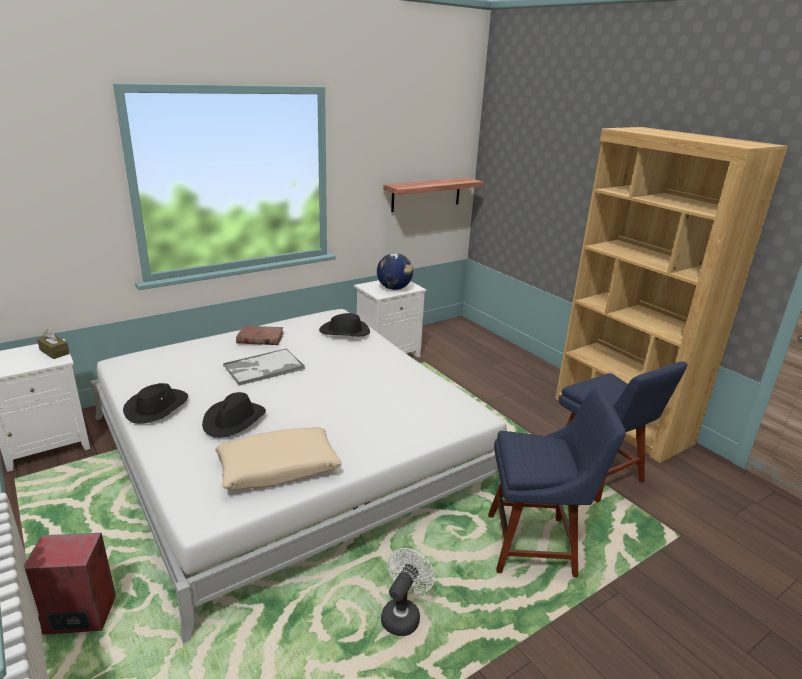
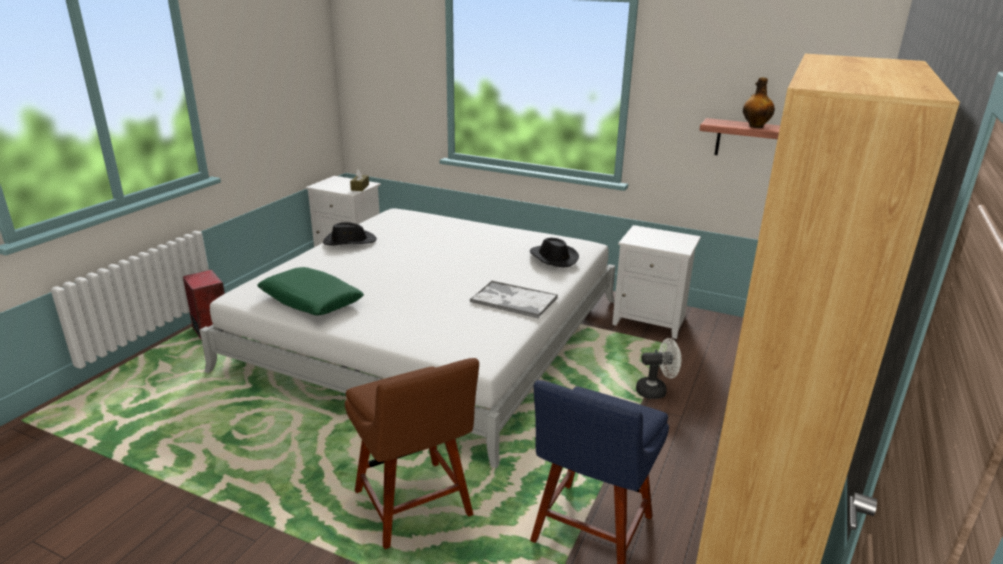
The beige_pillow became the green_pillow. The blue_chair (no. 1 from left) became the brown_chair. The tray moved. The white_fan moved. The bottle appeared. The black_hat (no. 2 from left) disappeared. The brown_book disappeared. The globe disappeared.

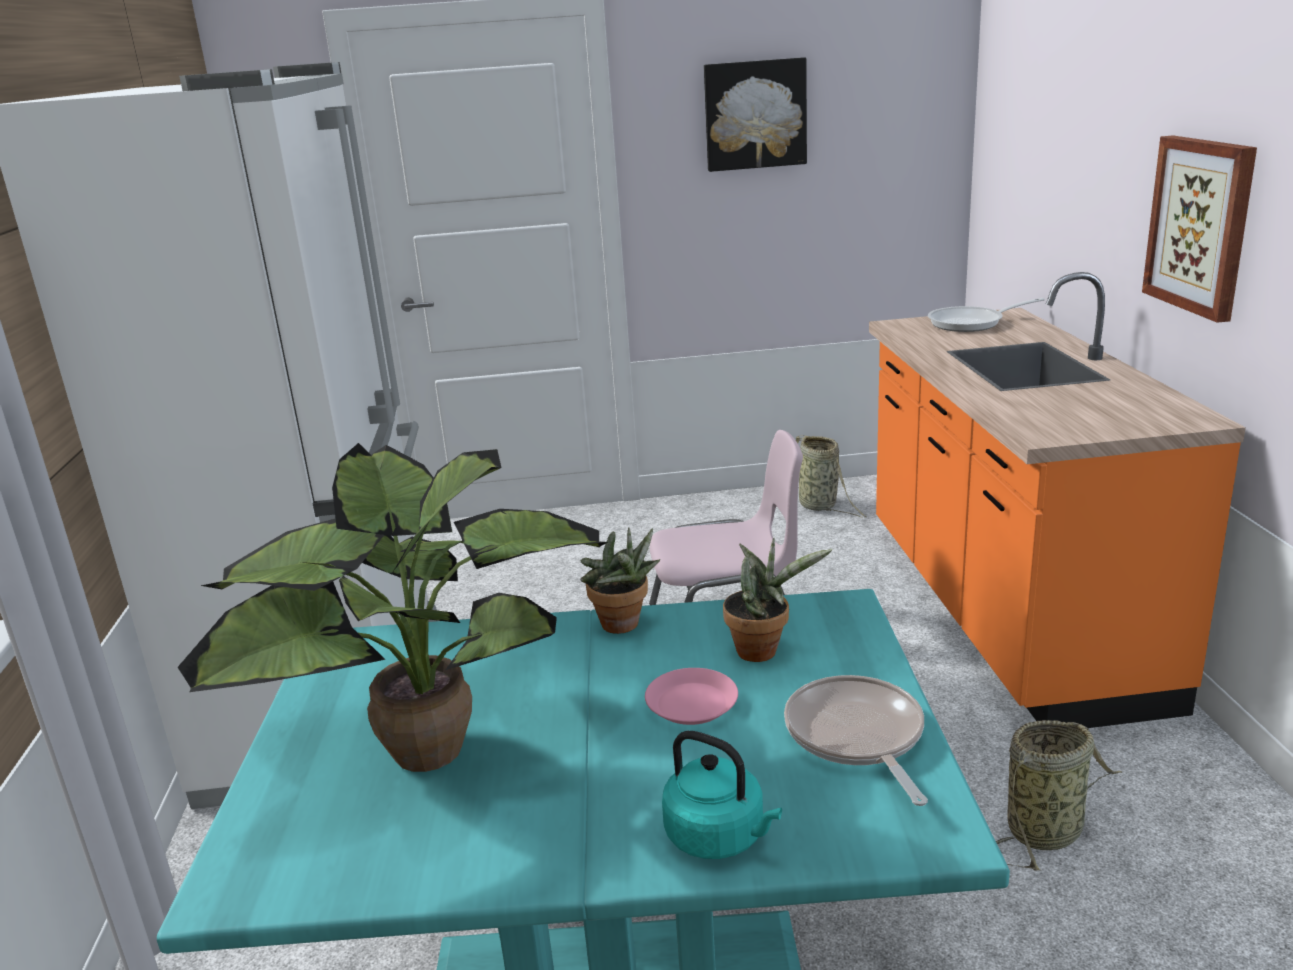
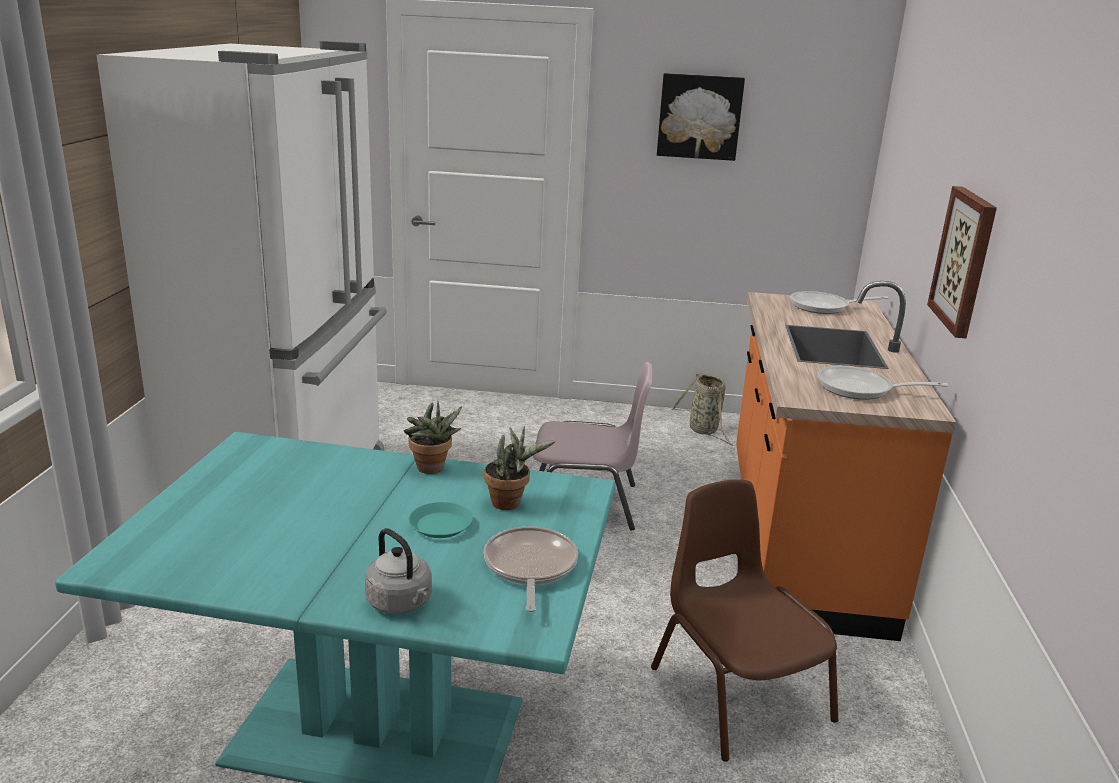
The turquoise_kettle became the grey_kettle. The pink_plate became the turquoise_plate. The basket (no. 2 from left) was replaced by the brown_chair. The frying_pan (no. 3 from left) appeared. The potted_plant (no. 1 from left) disappeared.

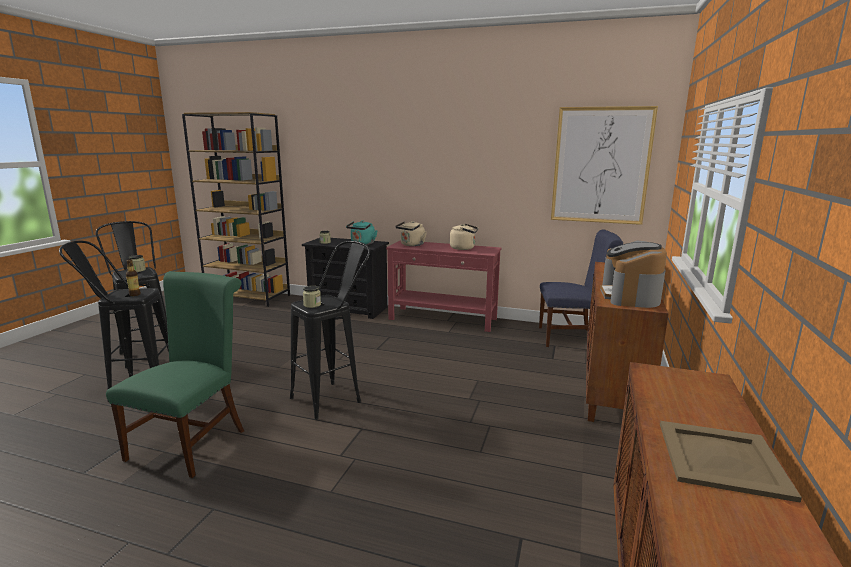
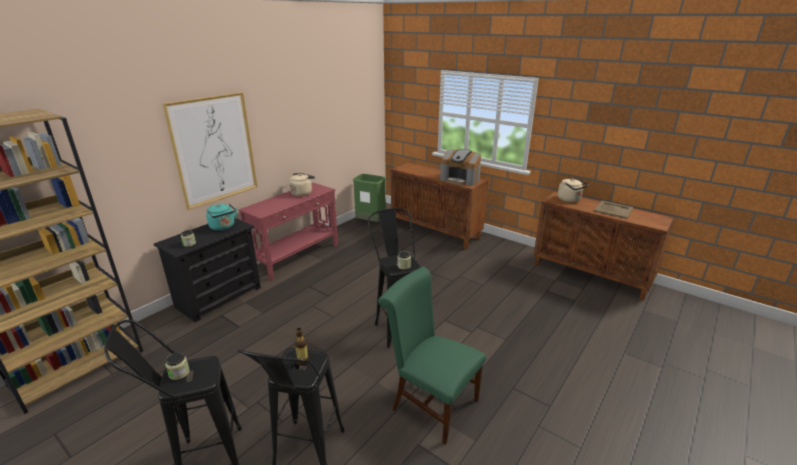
The picture moved. The blue_chair was replaced by the green_trash_can. The beige_kettle (no. 1 from left in the first image) moved.

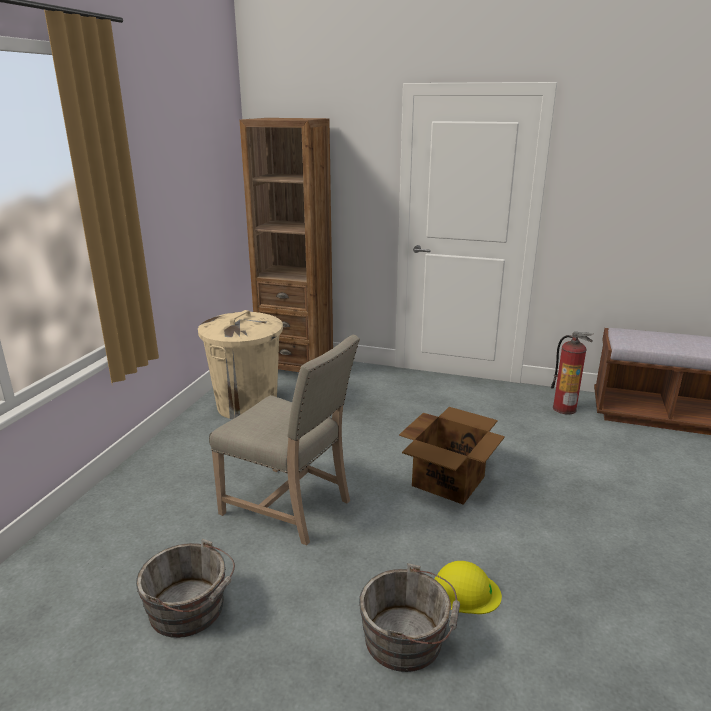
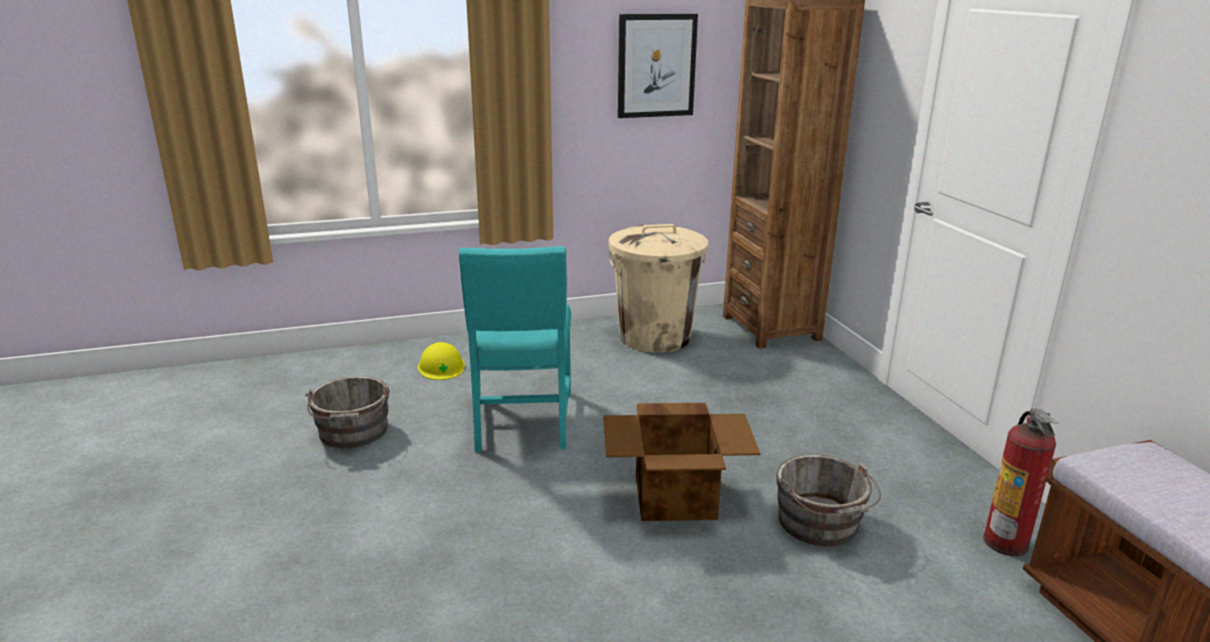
The yellow_hard_hat moved. The beige_chair became the turquoise_chair. The picture appeared. The grey_bucket (no. 2 from left) moved.

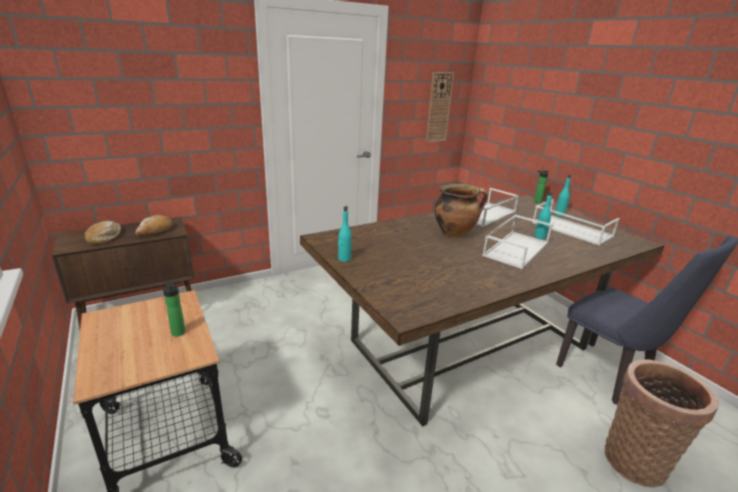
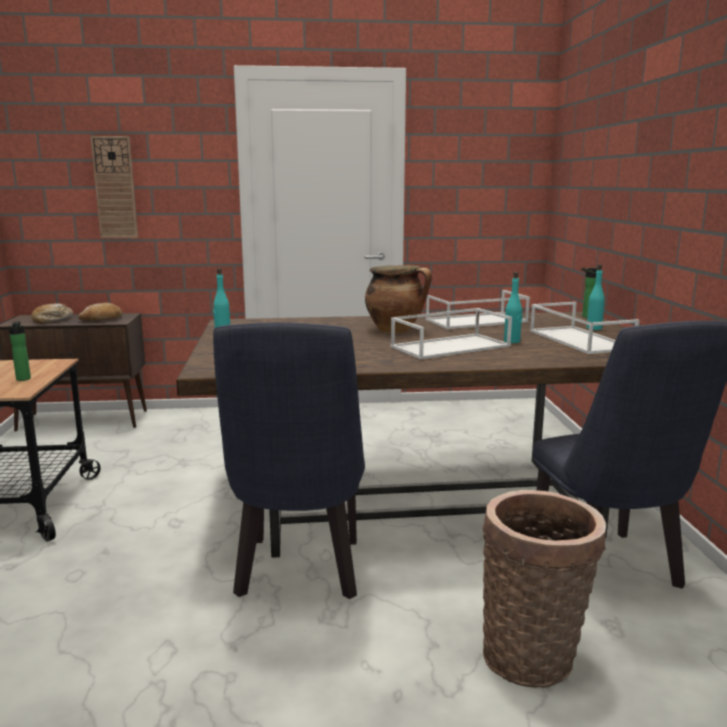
The wall_clock moved. The blue_chair (no. 1 from left) appeared.

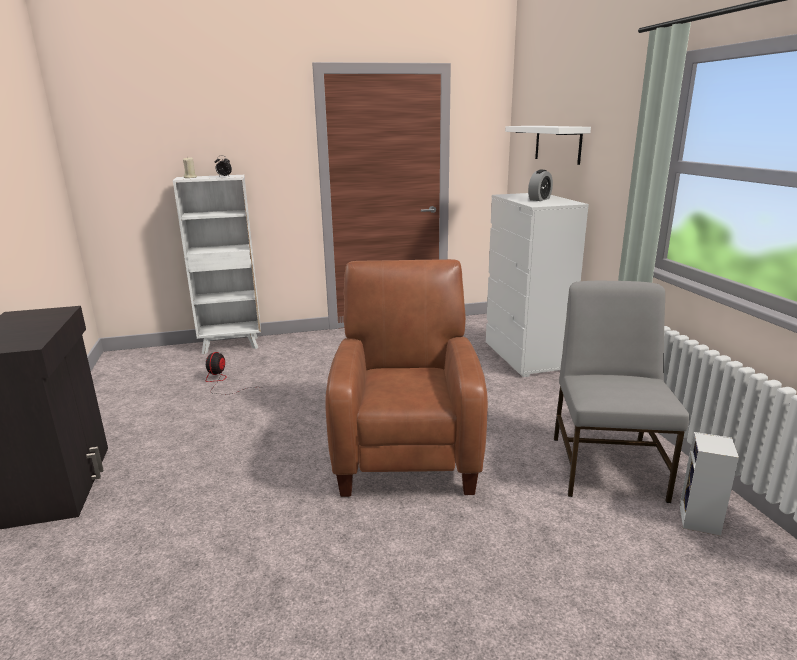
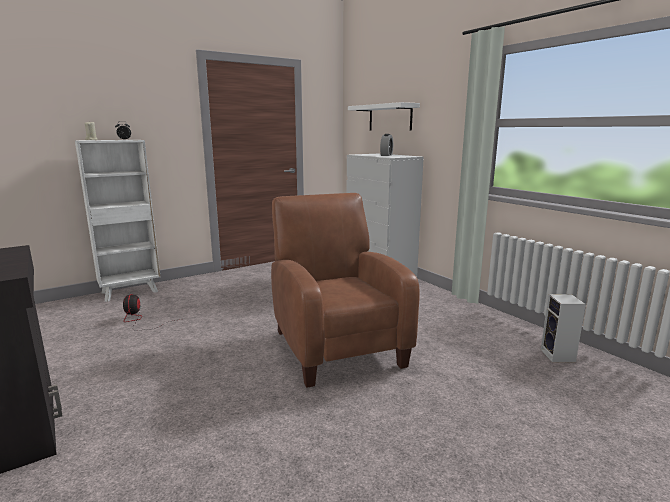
The grey_chair disappeared.

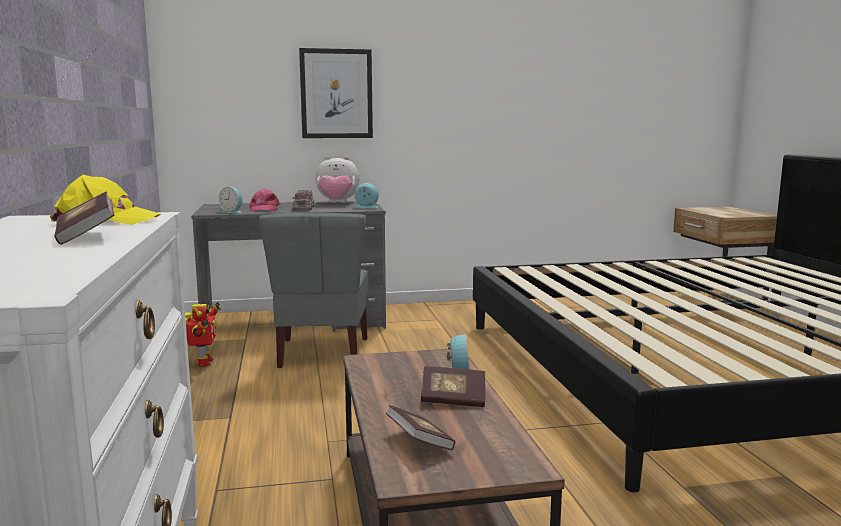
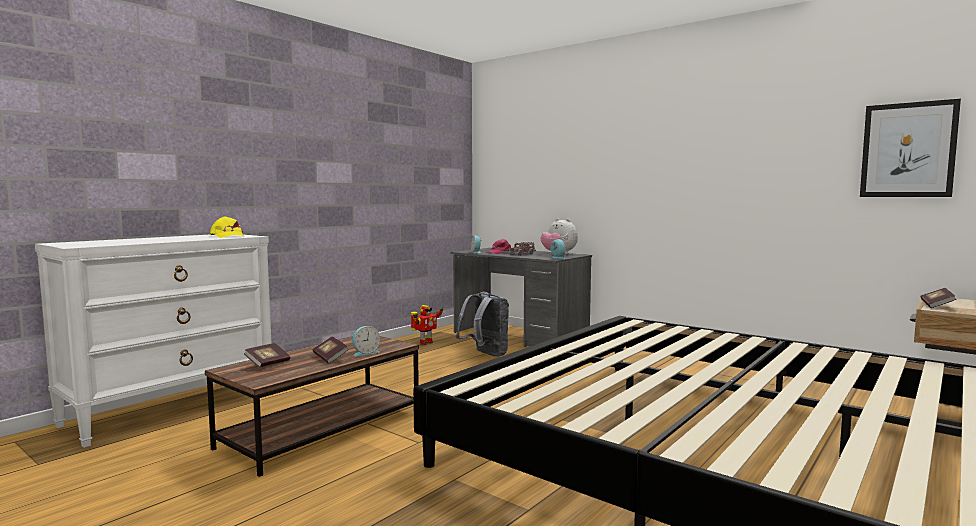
The grey_chair was replaced by the grey_backpack. The picture moved. The book (no. 1 from left in the first image) moved.

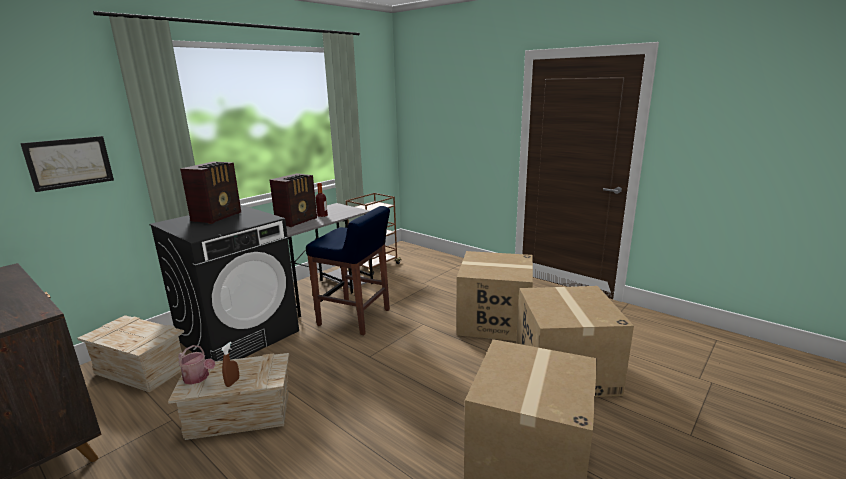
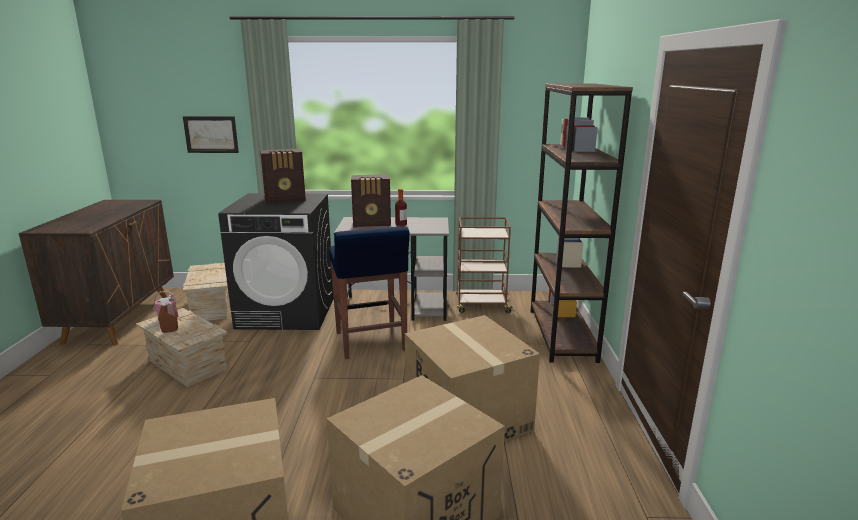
The brown_bookcase appeared.

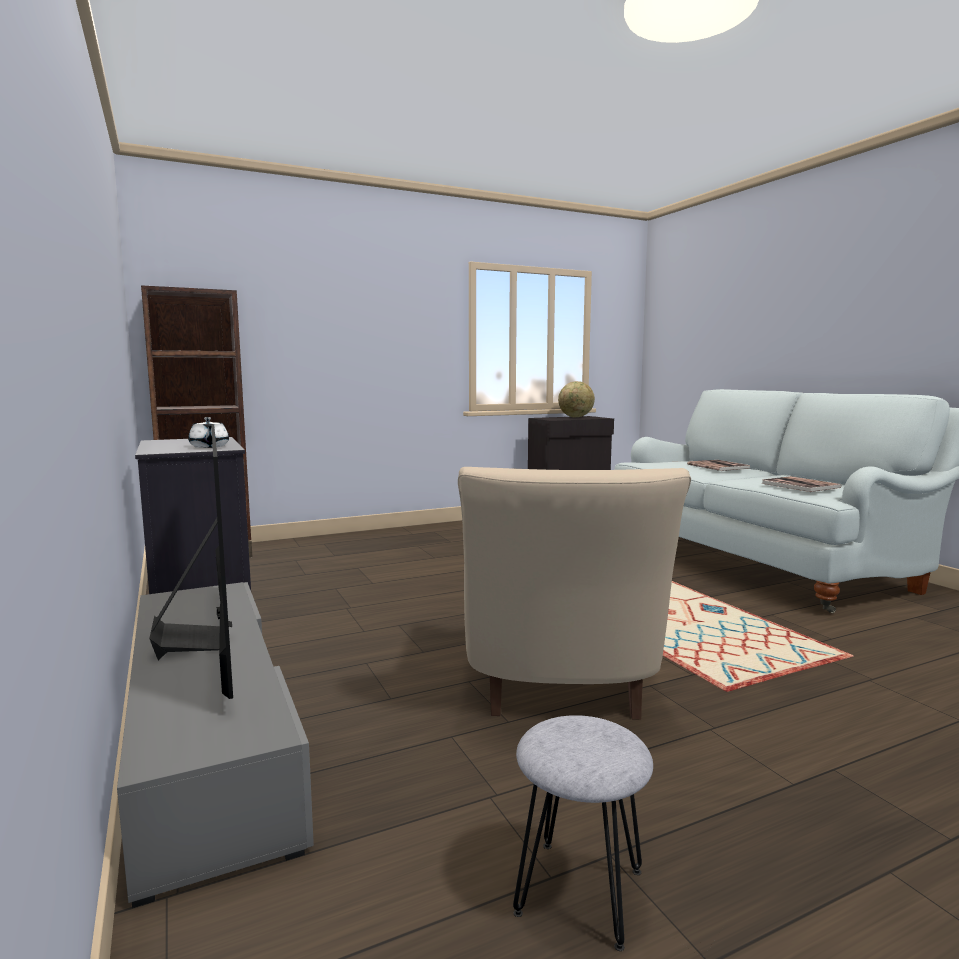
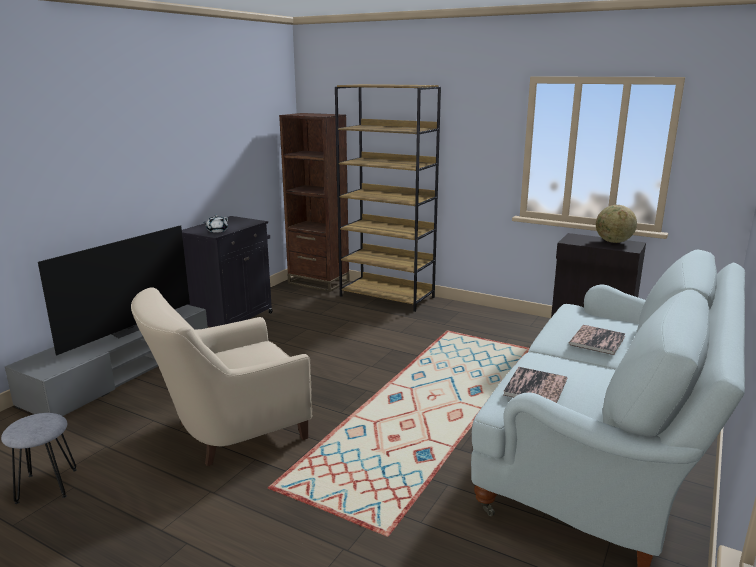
The brown_bookcase (no. 2 from left) appeared.

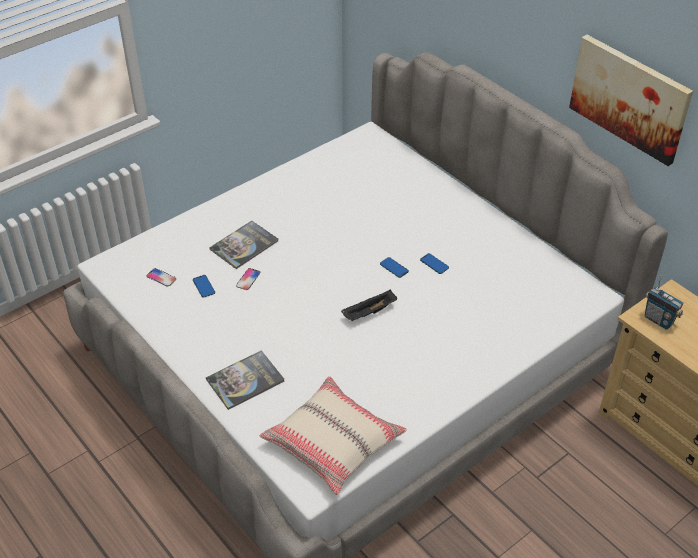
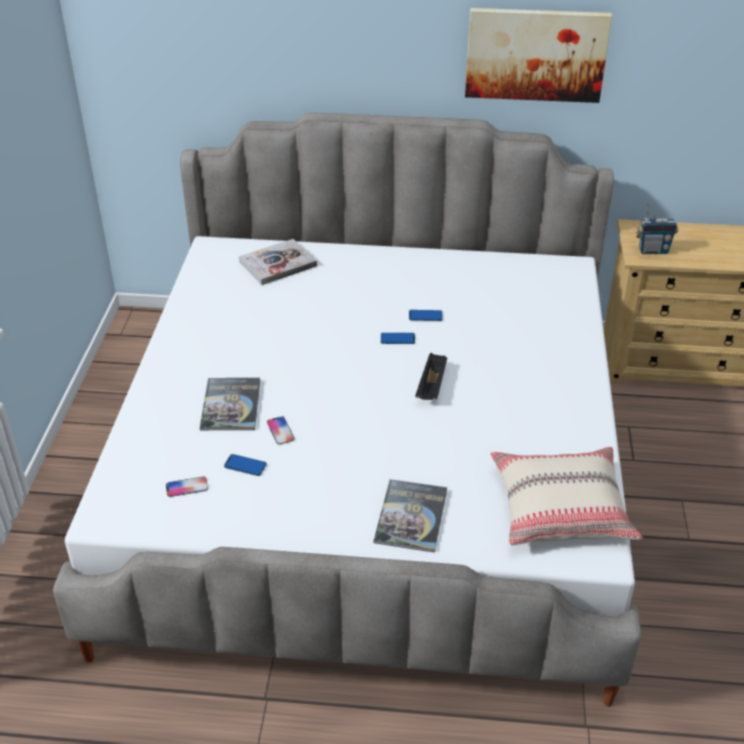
The book (no. 2 from left) appeared.

